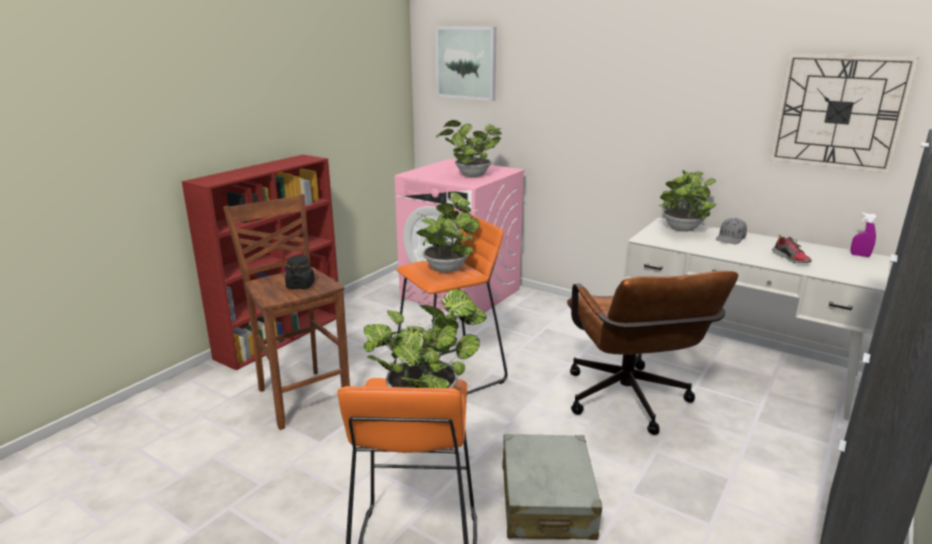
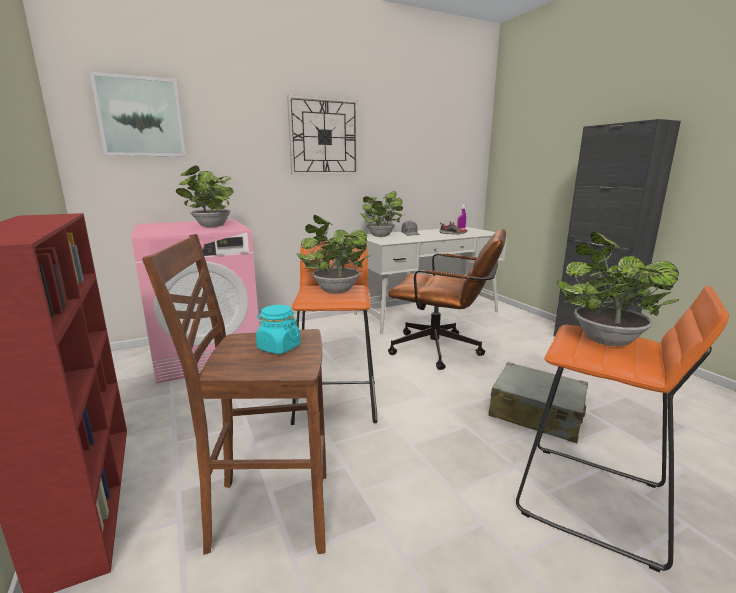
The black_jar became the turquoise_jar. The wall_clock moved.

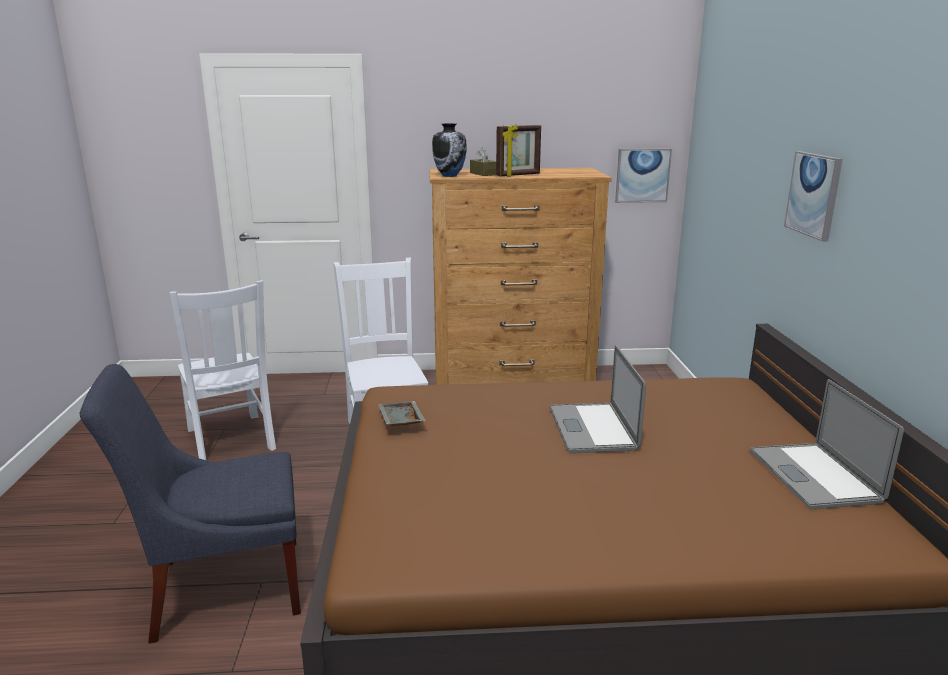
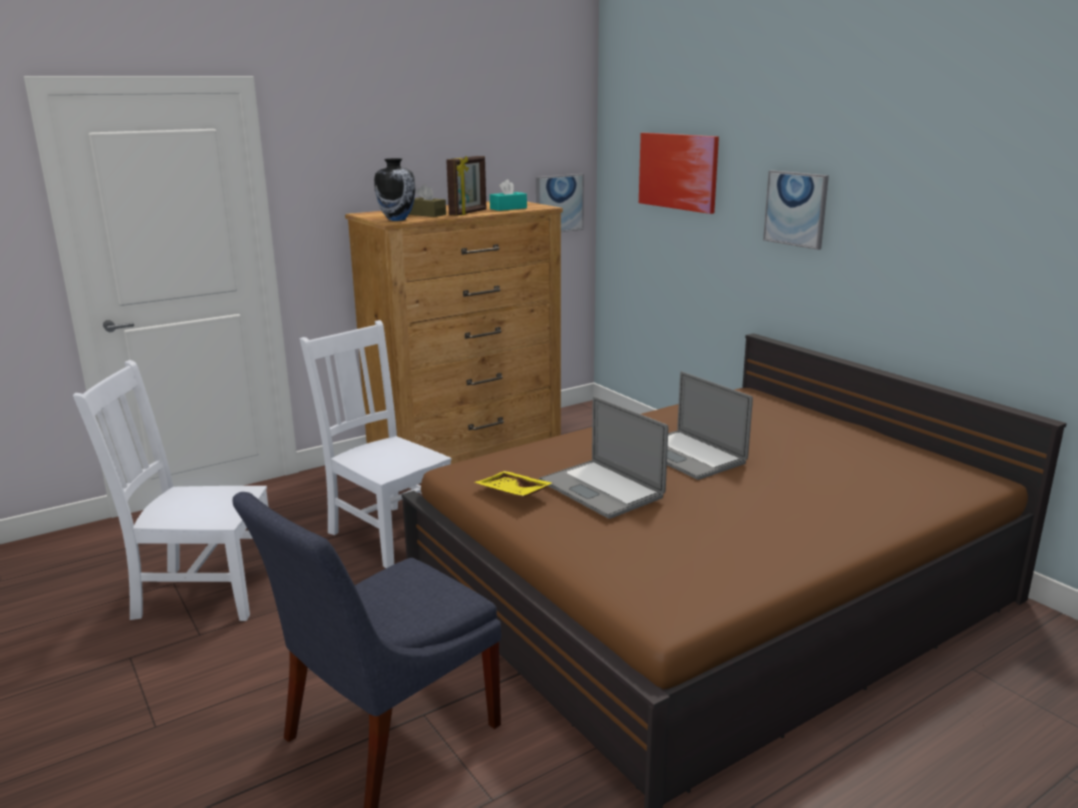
The white_chair (no. 1 from left) turned 150 degrees clockwise. The grey_tray became the yellow_tray. The turquoise_tissue_box appeared. The laptop (no. 2 from left in the first image) moved. The picture (no. 2 from left) appeared.

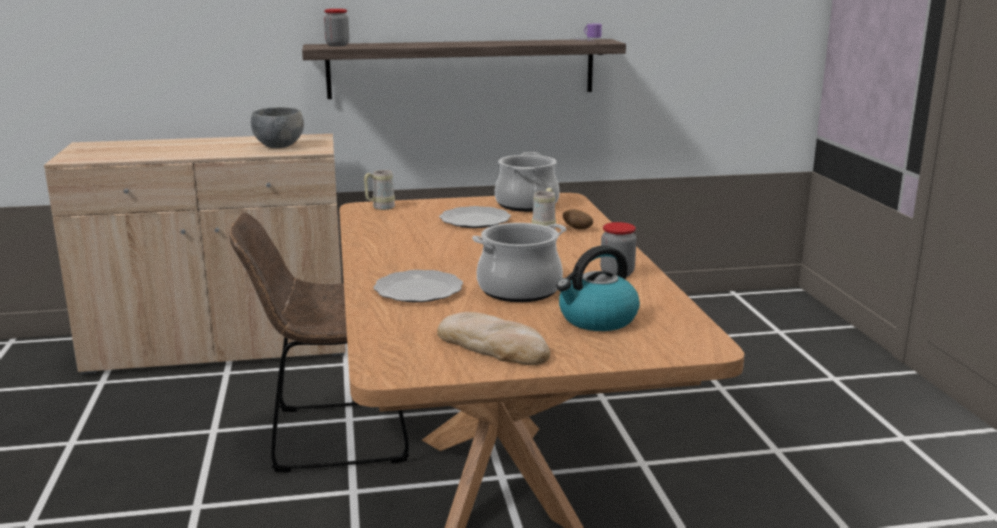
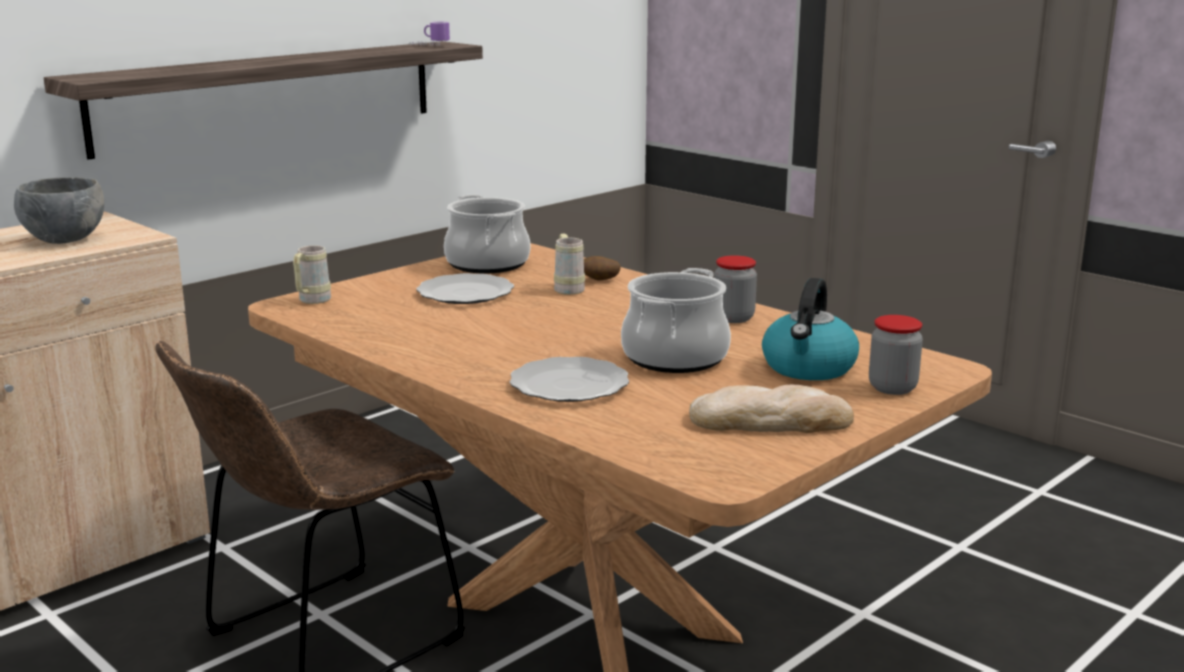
The jar (no. 1 from left in the first image) moved.

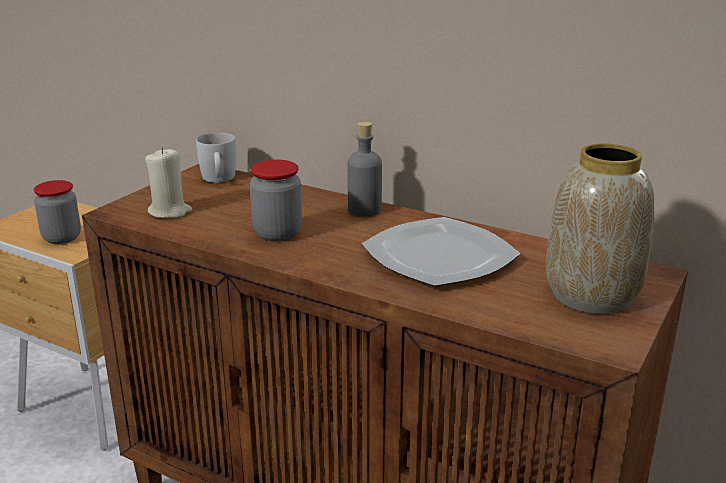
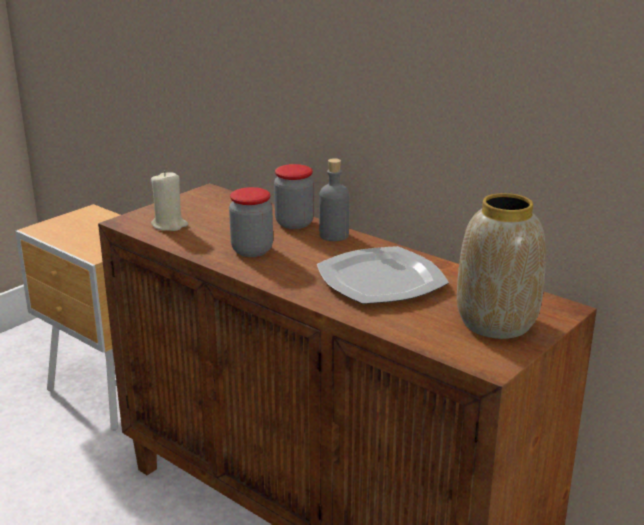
The jar (no. 1 from left in the first image) moved. The white_mug disappeared.

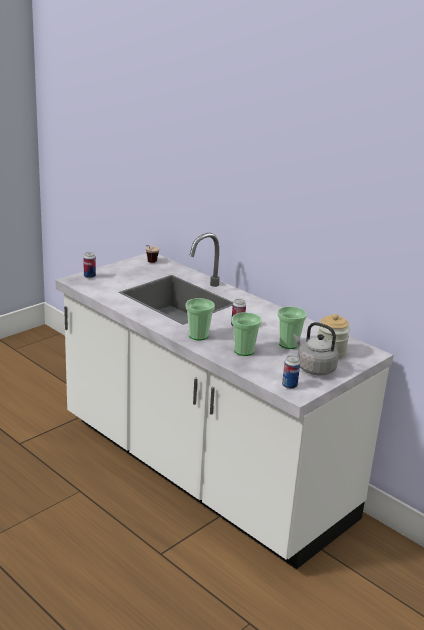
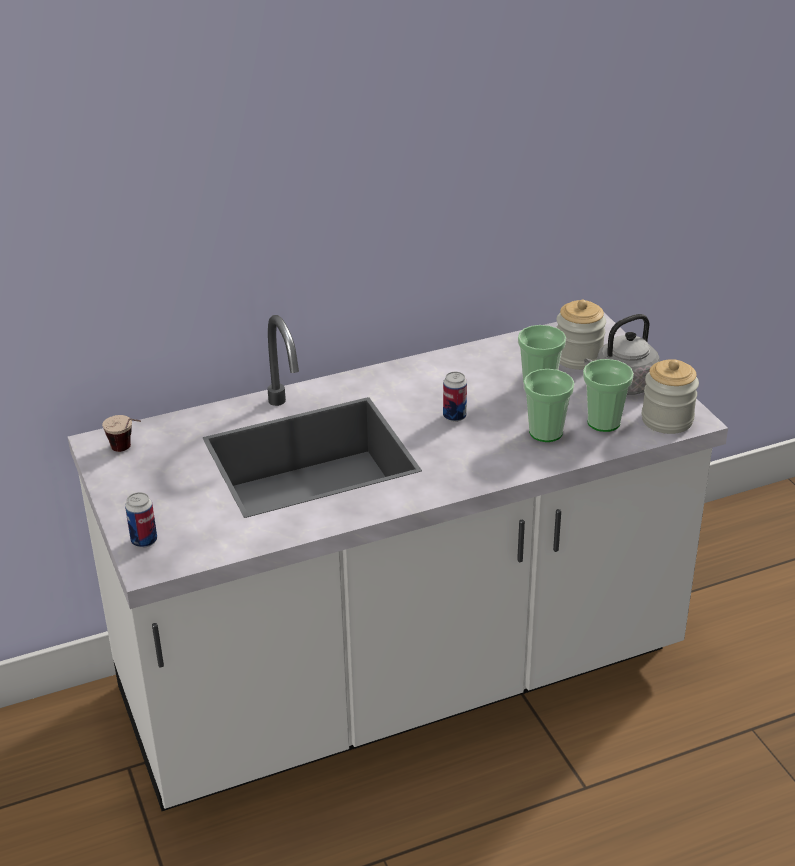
The cup (no. 2 from left in the first image) moved. The can (no. 3 from left) was replaced by the jar (no. 2 from left).

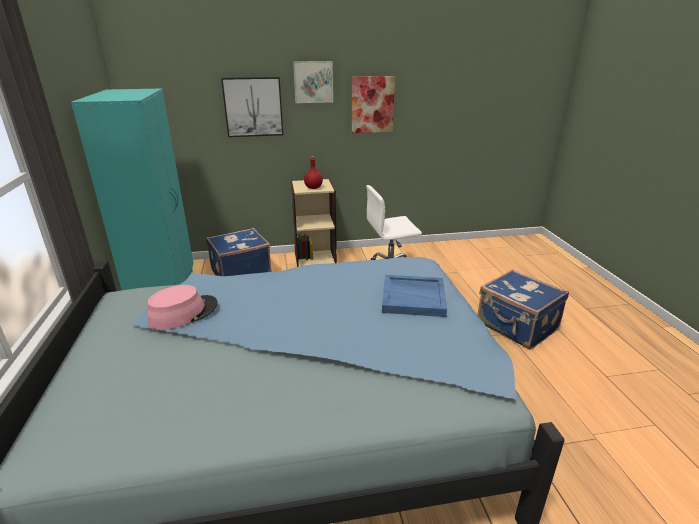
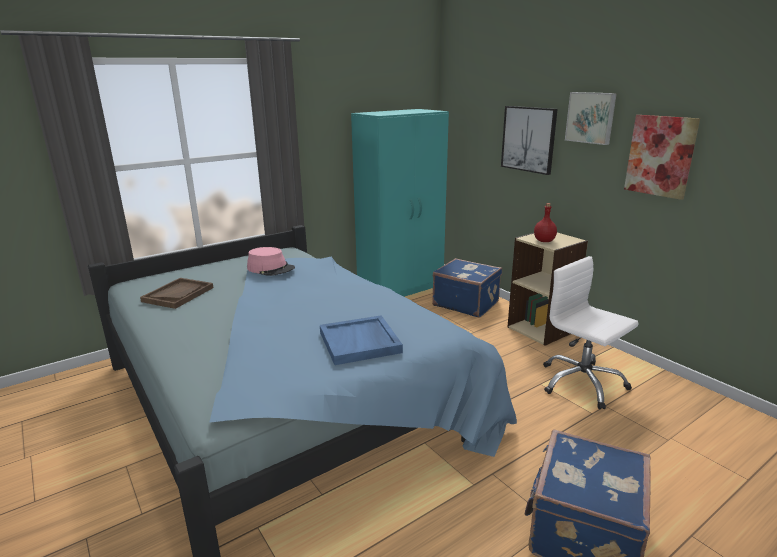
The brown_tray appeared.

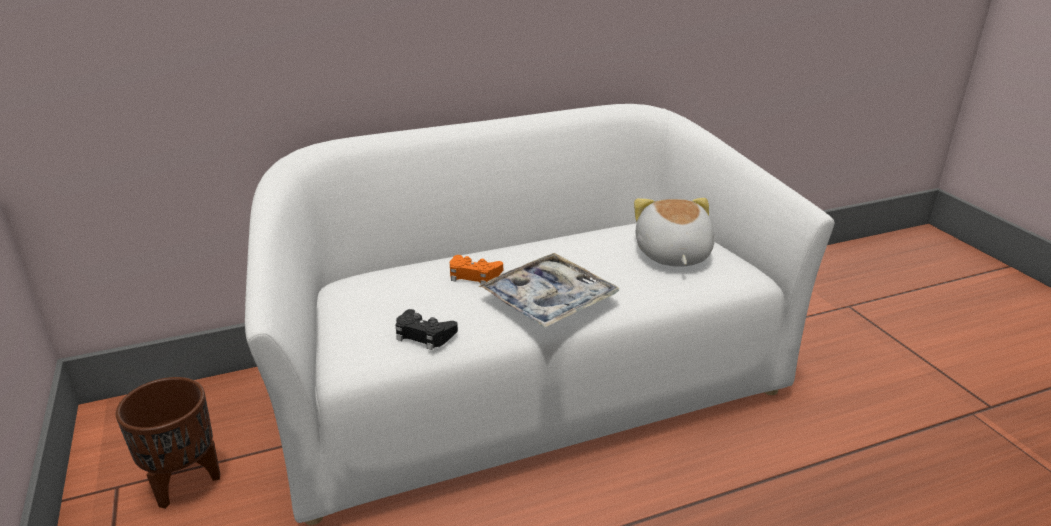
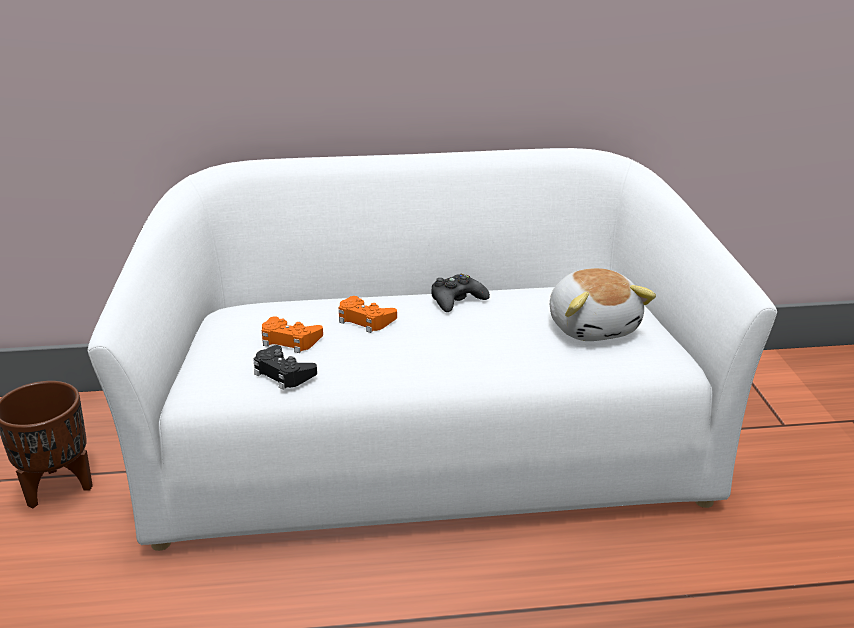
The orange_game_controller (no. 1 from left) appeared. The black_game_controller (no. 2 from left) appeared. The plush_toy turned 150 degrees clockwise. The tray disappeared.

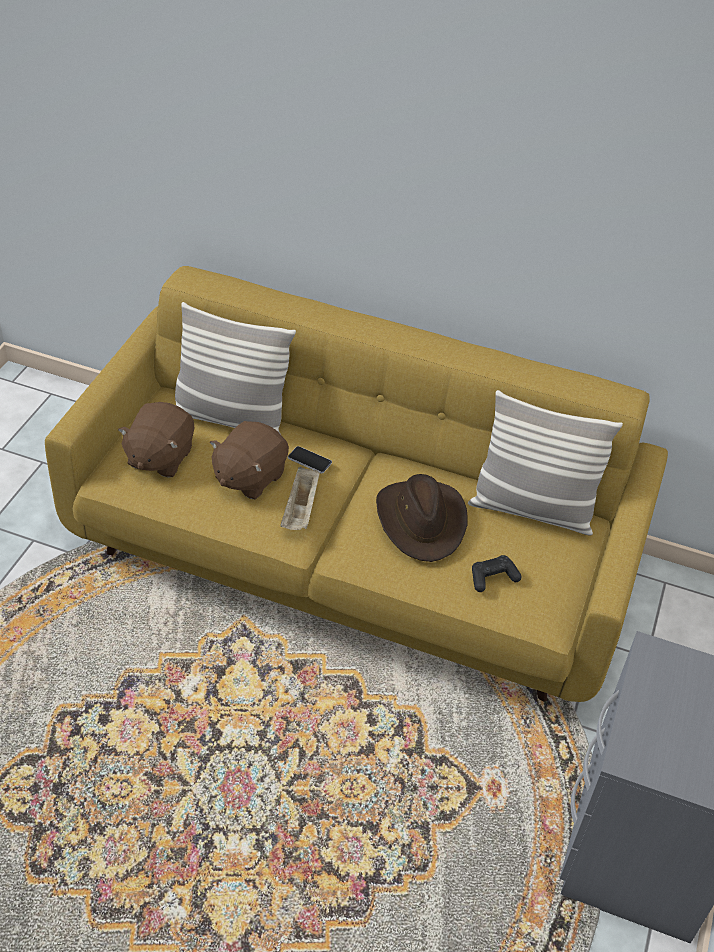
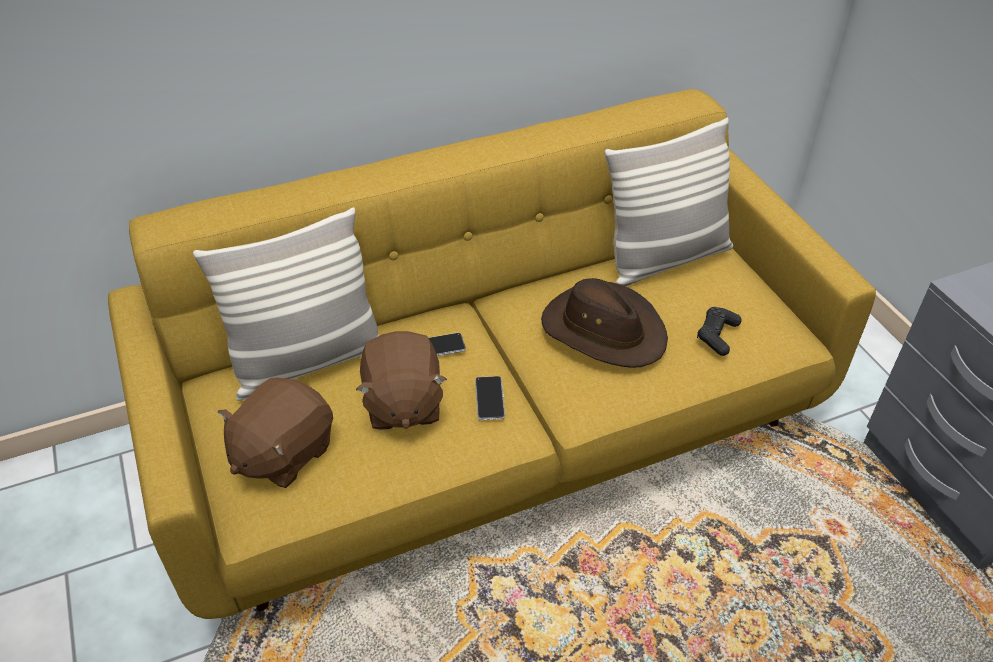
The brown_plush_toy (no. 1 from left) turned 60 degrees clockwise. The beige_tray was replaced by the phone (no. 2 from left).

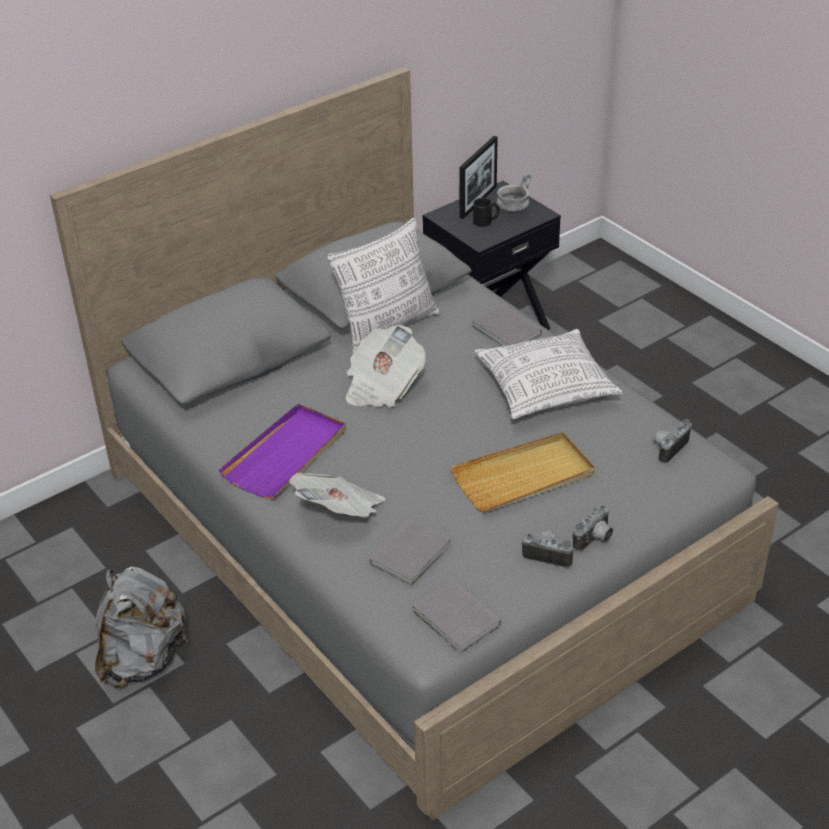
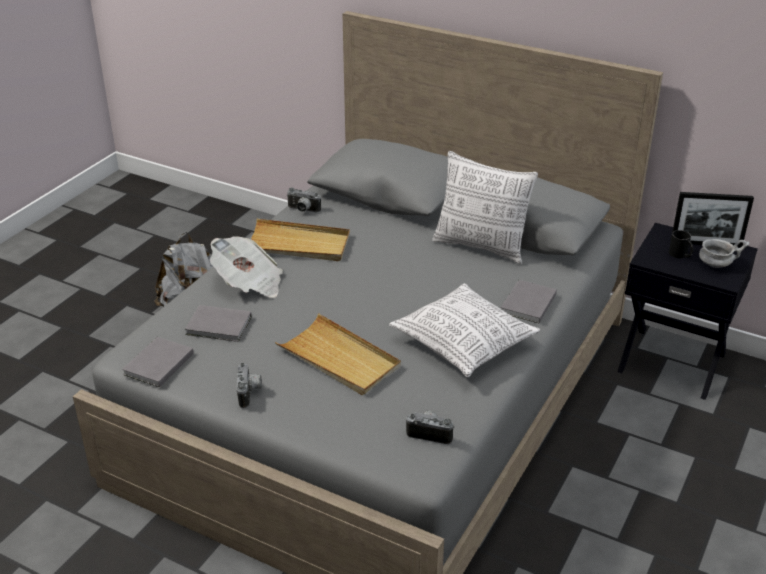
The purple_tray became the beige_tray (no. 1 from left). The photo_camera (no. 2 from left) moved. The newspaper (no. 2 from left) disappeared.

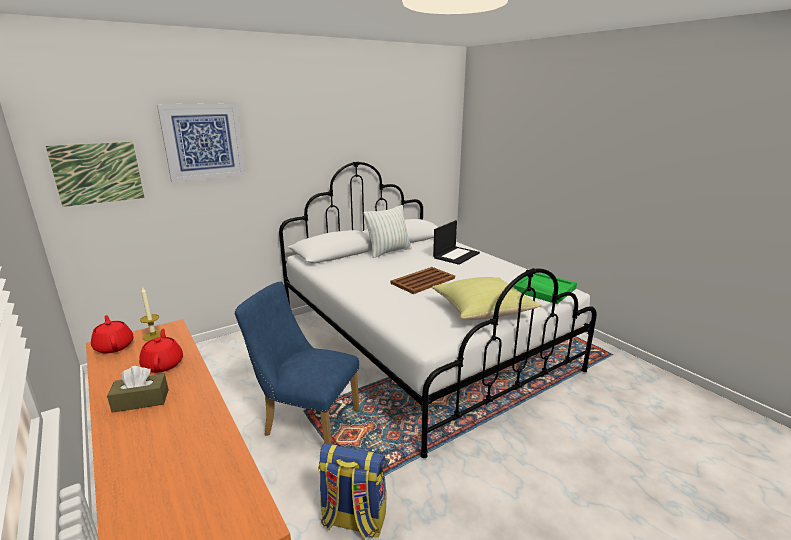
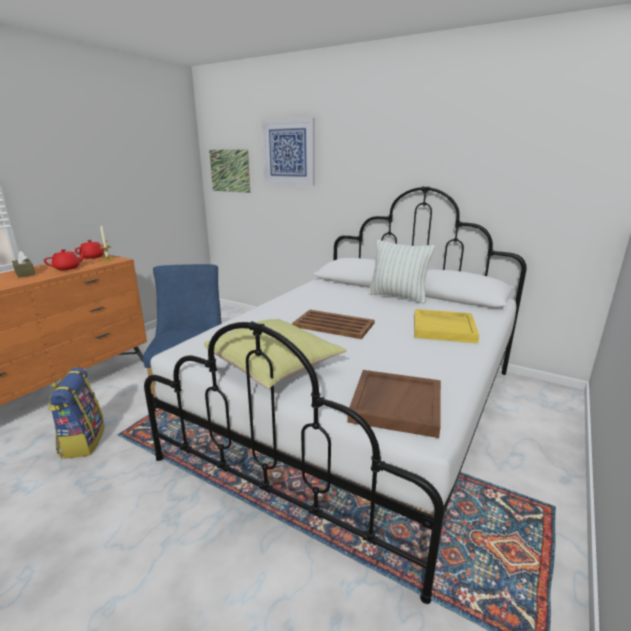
The green_tray became the brown_tray (no. 2 from left). The laptop was replaced by the yellow_tray.

